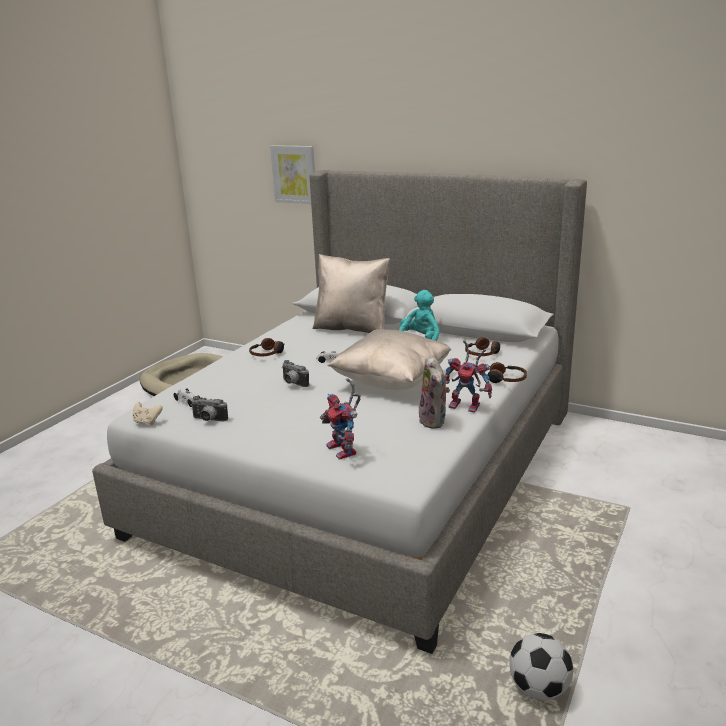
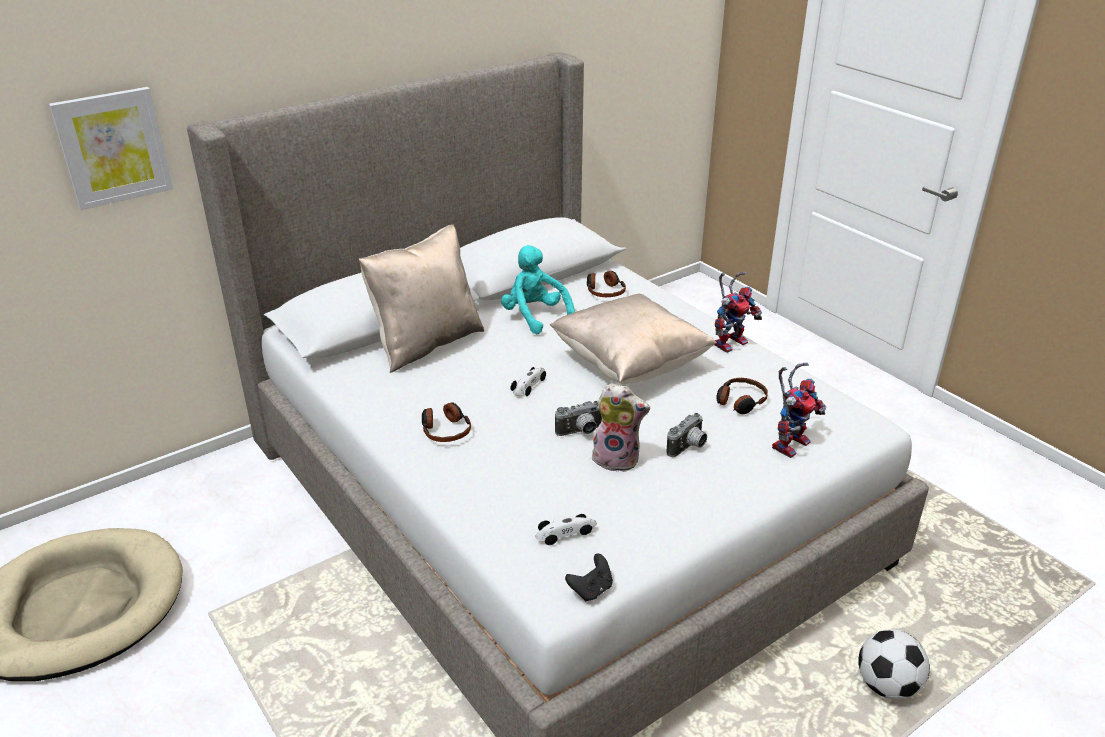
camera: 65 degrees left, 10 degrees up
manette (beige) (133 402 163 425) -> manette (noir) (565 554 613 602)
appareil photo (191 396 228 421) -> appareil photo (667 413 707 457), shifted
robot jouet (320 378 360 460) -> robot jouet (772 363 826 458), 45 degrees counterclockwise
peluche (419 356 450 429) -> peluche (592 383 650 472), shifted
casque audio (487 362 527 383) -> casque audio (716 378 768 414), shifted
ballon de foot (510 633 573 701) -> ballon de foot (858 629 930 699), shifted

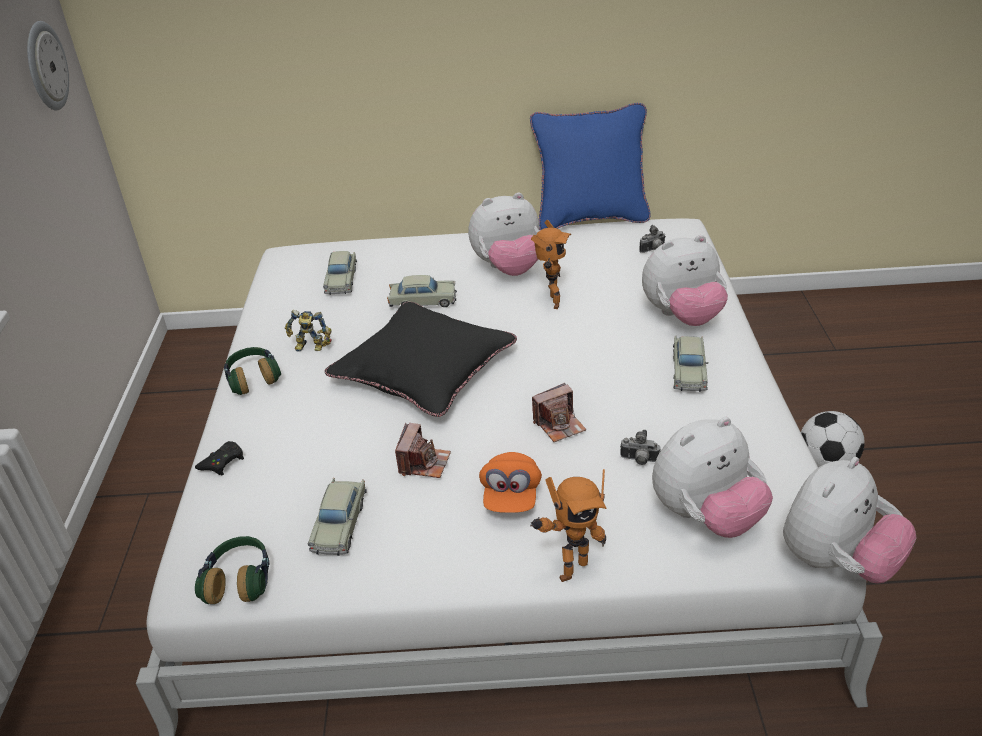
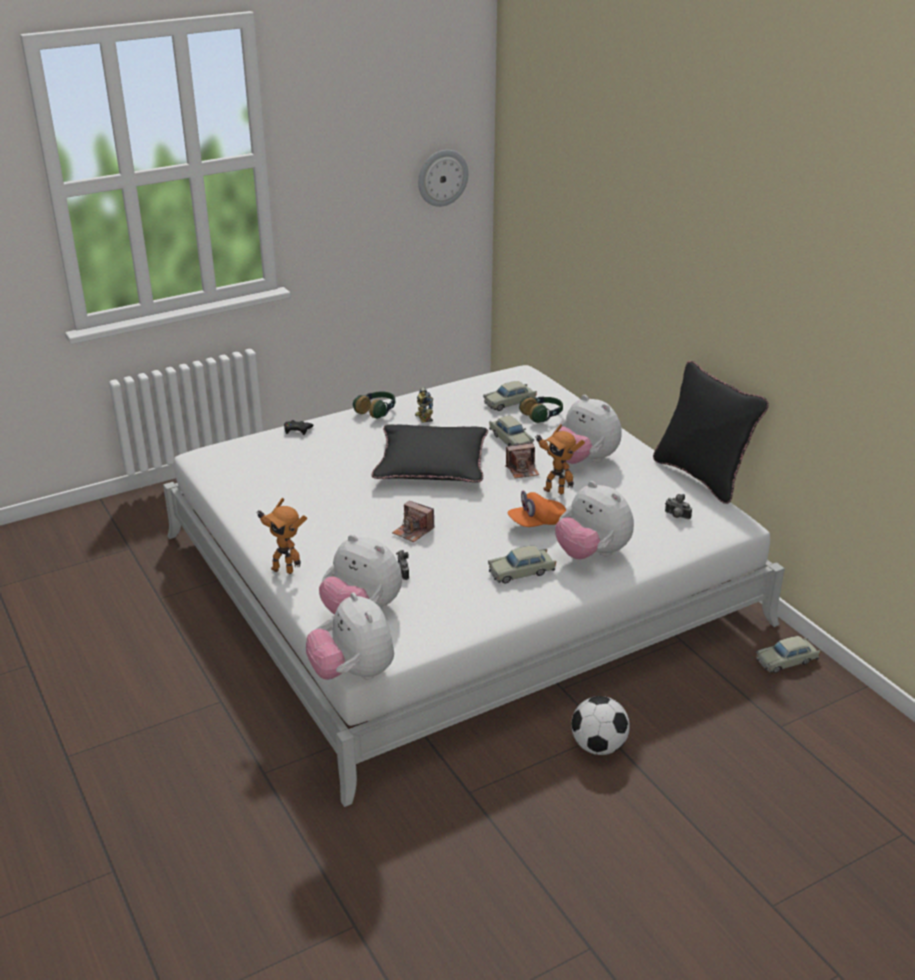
camera: 60 degrees right, 5 degrees down
casque audio (195 536 269 604) -> casque audio (519 396 563 423), shifted
petite voiture (beige) (308 478 367 556) -> petite voiture (beige) (756 636 821 673), shifted
appareil photo (395 423 451 478) -> appareil photo (506 442 539 478), shifted
casquette (orange) (479 452 542 513) -> casquette (orange) (507 491 566 527), shifted
coussin (bleu) (530 103 651 230) -> coussin (noir) (653 361 769 504)
robot jouet (531 220 572 309) -> robot jouet (535 424 585 495), 60 degrees clockwise
peluche (783 457 916 583) -> peluche (306 592 394 680), 45 degrees clockwise

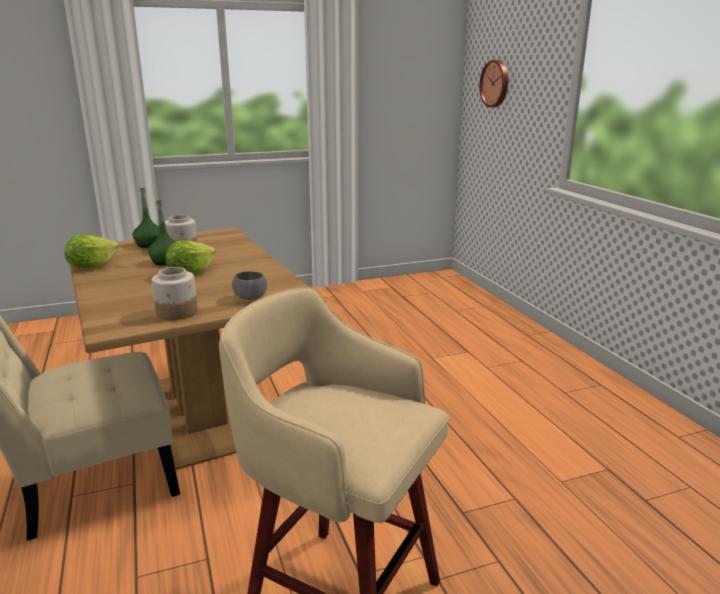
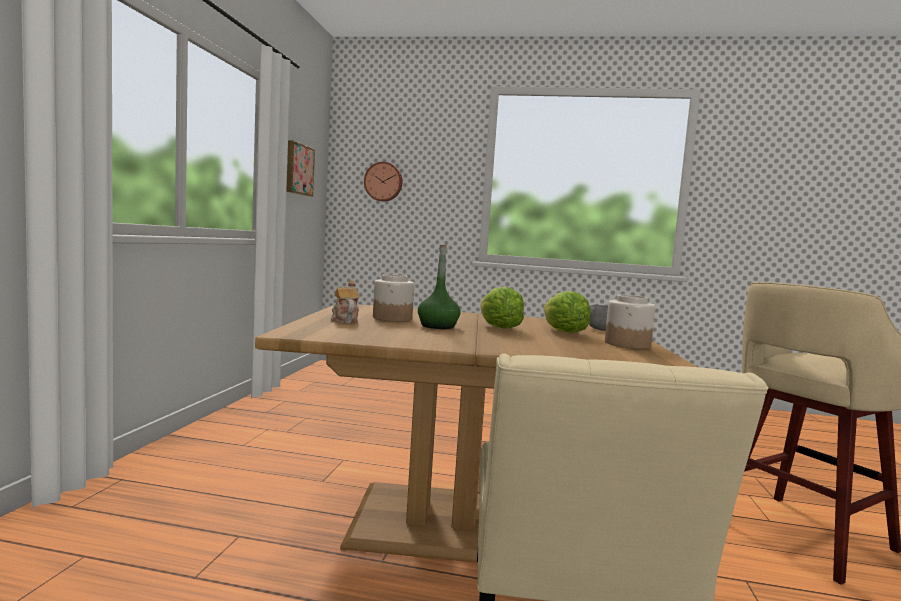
camera: 60 degrees left, 15 degrees down
laitue (64 235 119 269) -> laitue (543 291 590 333), shifted
bouteille (vert) (132 188 159 248) -> théière (331 280 359 323)
none -> tableau (286 140 315 197)

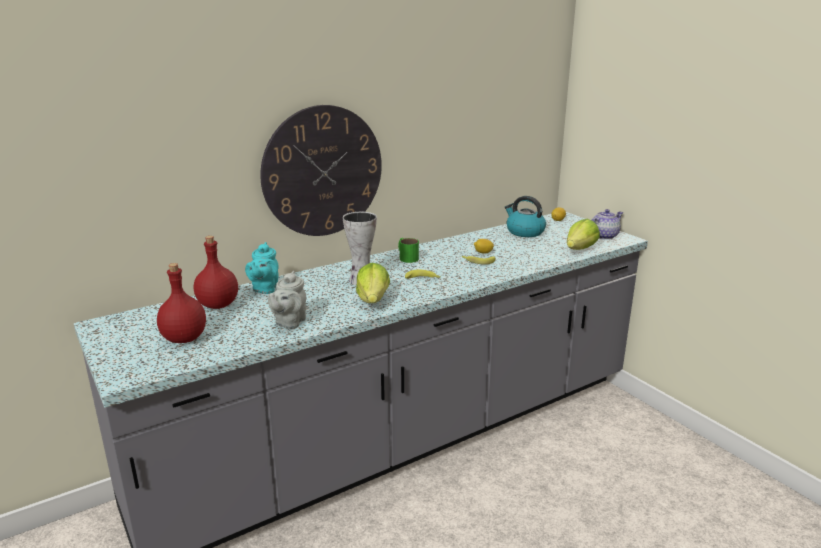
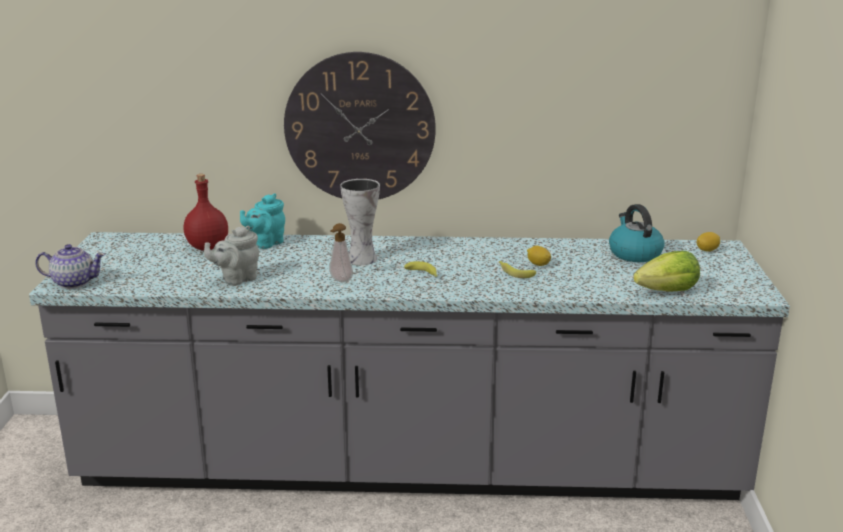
camera: 35 degrees right, 0 degrees up
bouteille (rouge) (157 263 206 343) -> none
laitue (356 263 390 303) -> distributeur de savon (329 223 353 283)
mug (vert) (398 238 419 263) -> none
théière (592 209 623 240) -> théière (35 244 105 289), shifted

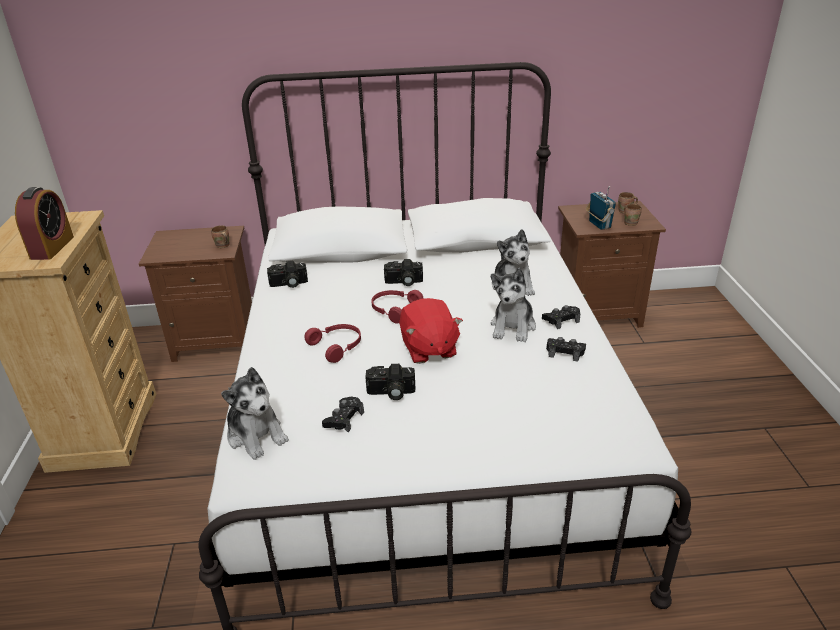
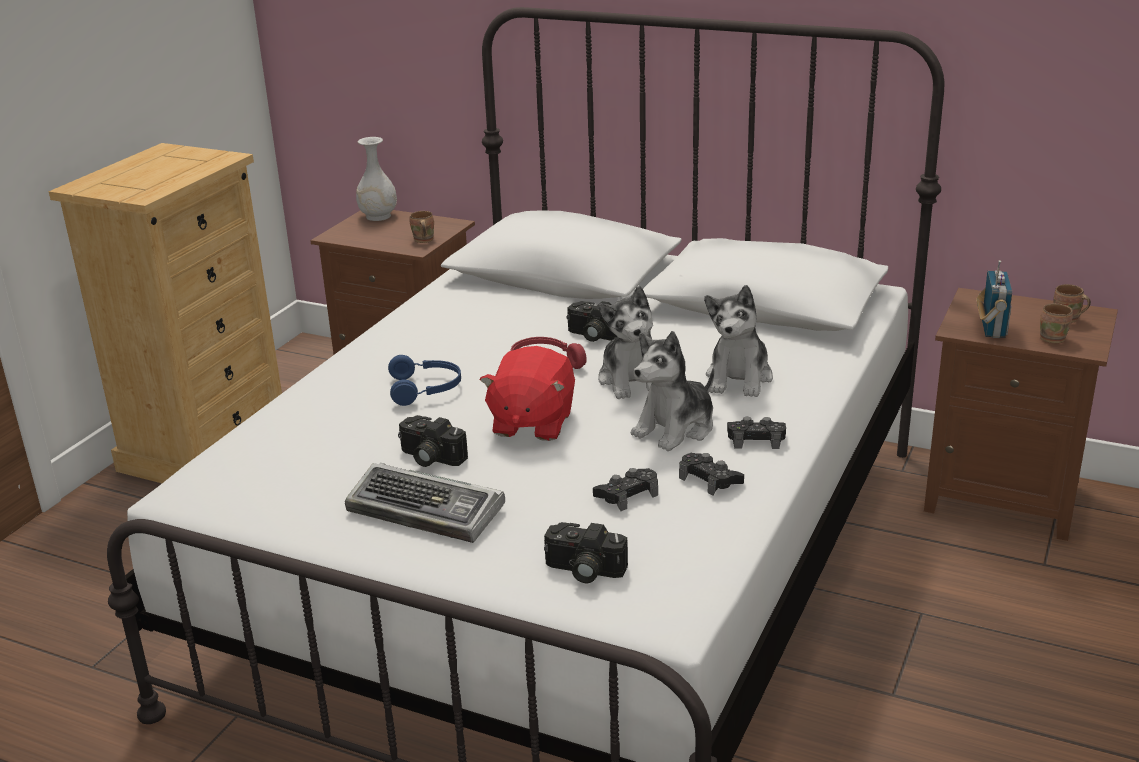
camera: 30 degrees right, 5 degrees down
réveil (15 187 74 260) -> none
peluche (221 367 289 460) -> peluche (598 286 653 399), shifted
appareil photo (267 261 308 288) -> appareil photo (544 522 628 583), shifted
casque audio (rouge) (304 324 361 363) -> casque audio (bleu) (388 355 461 406)
manette (noir) (322 396 364 432) -> manette (noir) (593 468 658 511), shifted
none -> clavier (345 463 505 543)
none -> vase (blanc) (356 137 397 221)

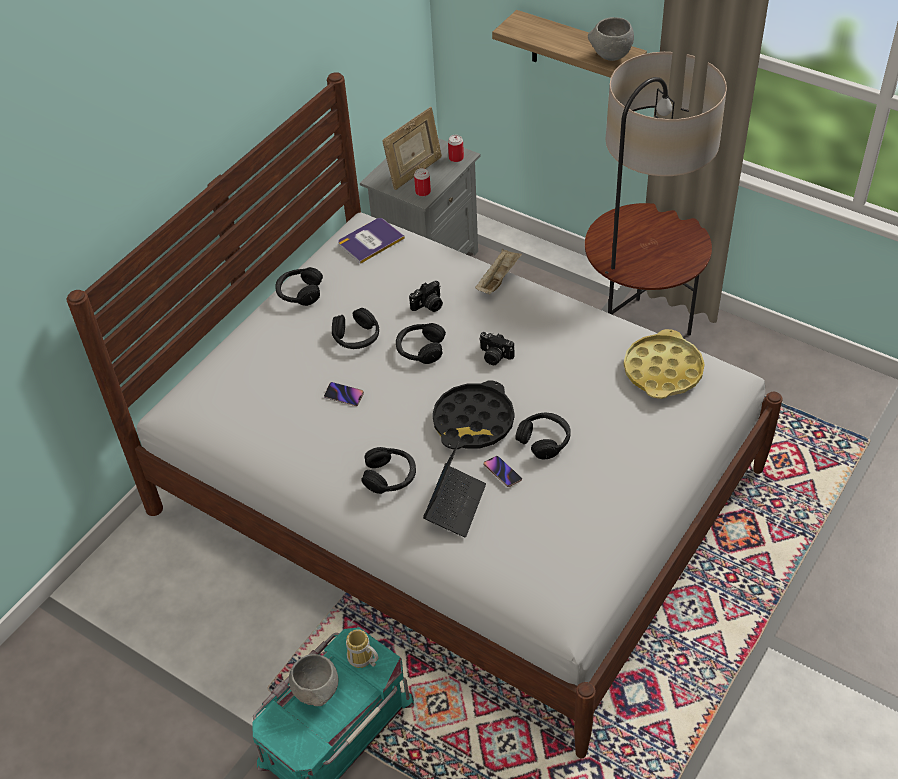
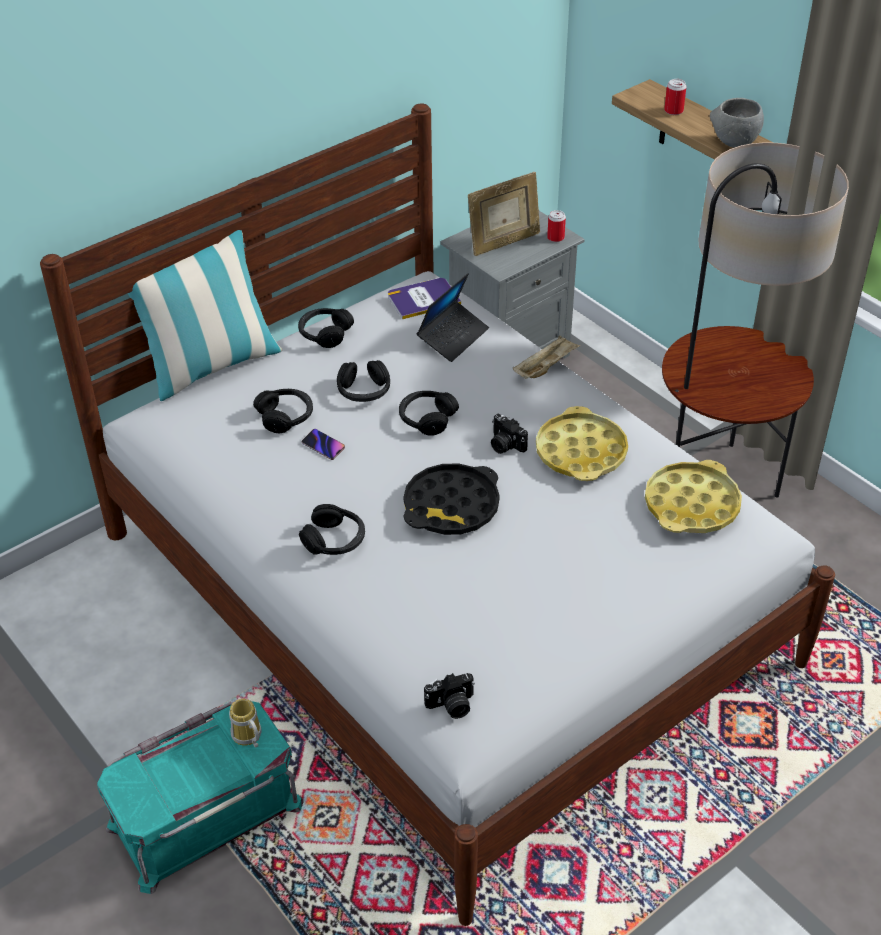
camera: 15 degrees right, 5 degrees down
bol (gris) (289 654 339 706) -> none
appareil photo (409 281 443 312) -> appareil photo (424 673 475 719), shifted
boîte métallique (414 168 431 197) -> boîte métallique (664 79 687 115), shifted
ordinateur portable (423 442 486 537) -> ordinateur portable (416 273 489 362), shifted
téléphone (484 456 522 487) -> none
casque audio (noir) (515 413 571 459) -> casque audio (noir) (253 389 313 433), shifted
none -> coussin (127 230 283 401)
none -> plateau (jaune) (536 406 628 481)

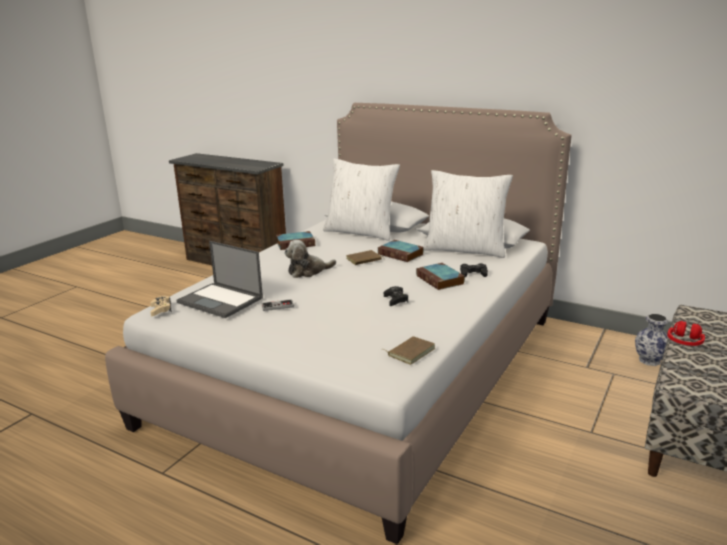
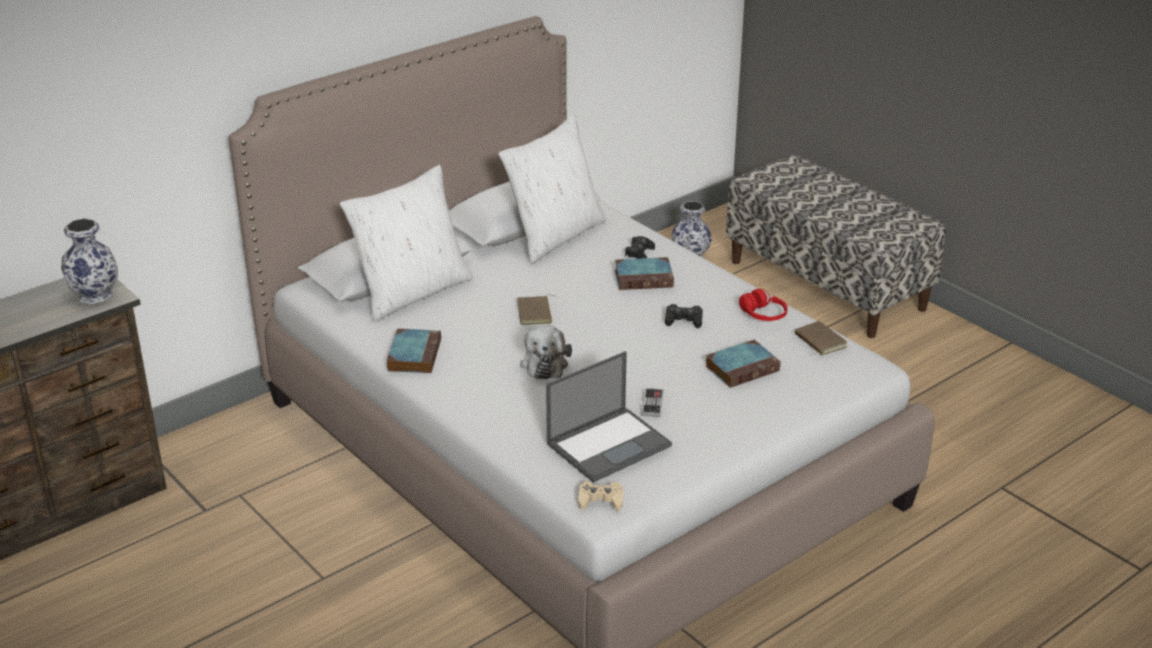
camera: 70 degrees left, 10 degrees up
livre (378 240 424 262) -> livre (705 340 781 388), shifted
casque audio (rouge) (667 321 705 346) -> casque audio (rouge) (739 289 788 321), shifted
none -> vase (61 218 118 304)

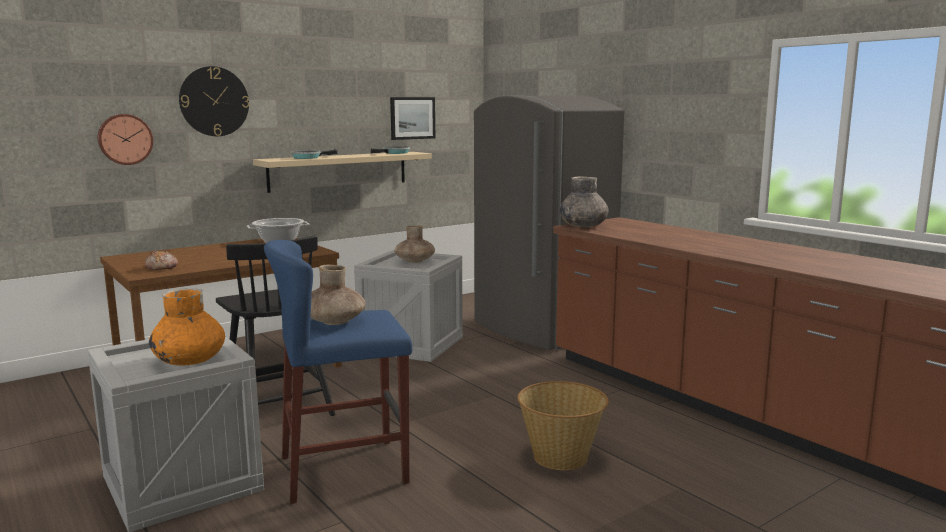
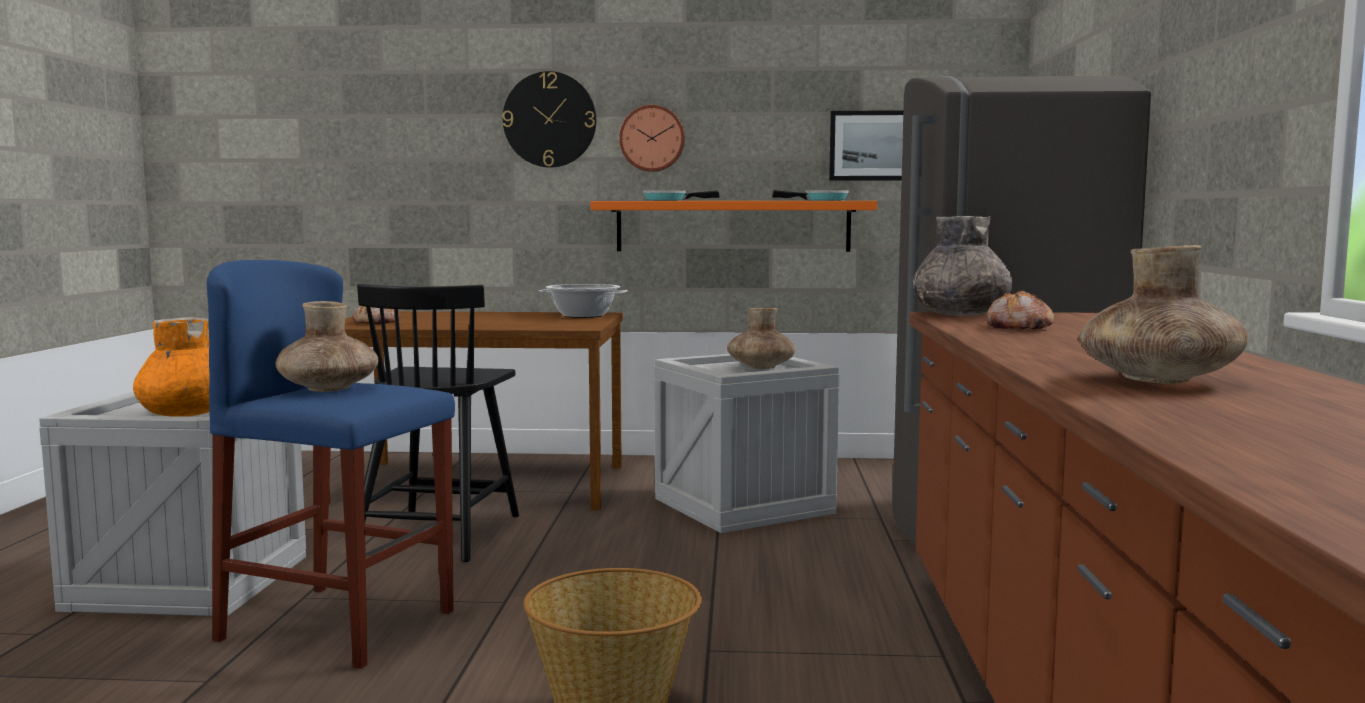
camera: 40 degrees right, 5 degrees down
horloge murale (98 114 153 165) -> horloge murale (619 105 685 172), shifted
étagère (beige) (253 152 432 193) -> étagère (orange) (590 201 877 252)
none -> pain (987 290 1055 329)
none -> vase (marron) (1079 245 1248 384)

